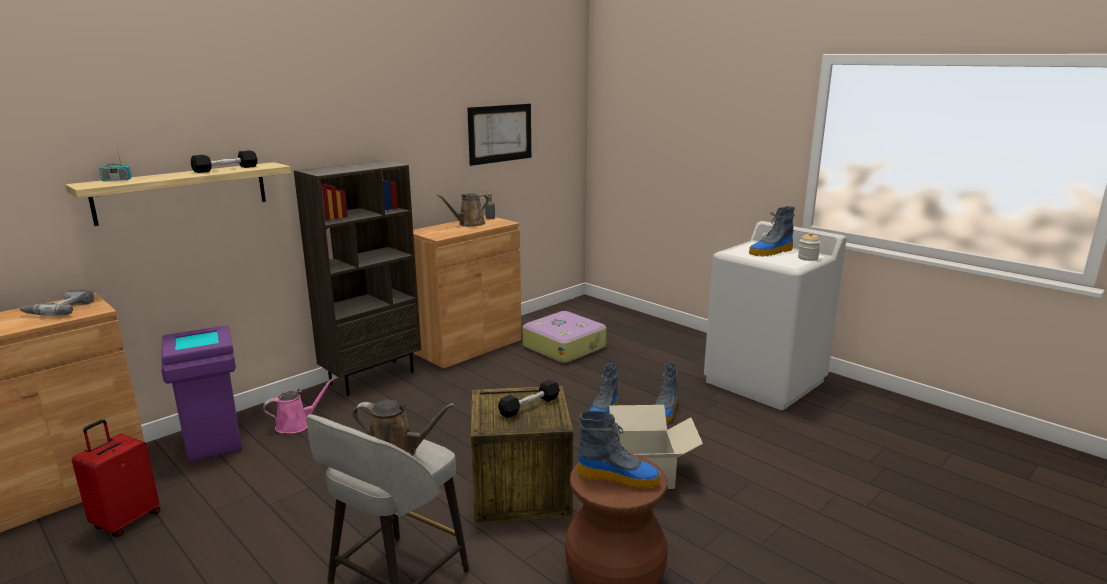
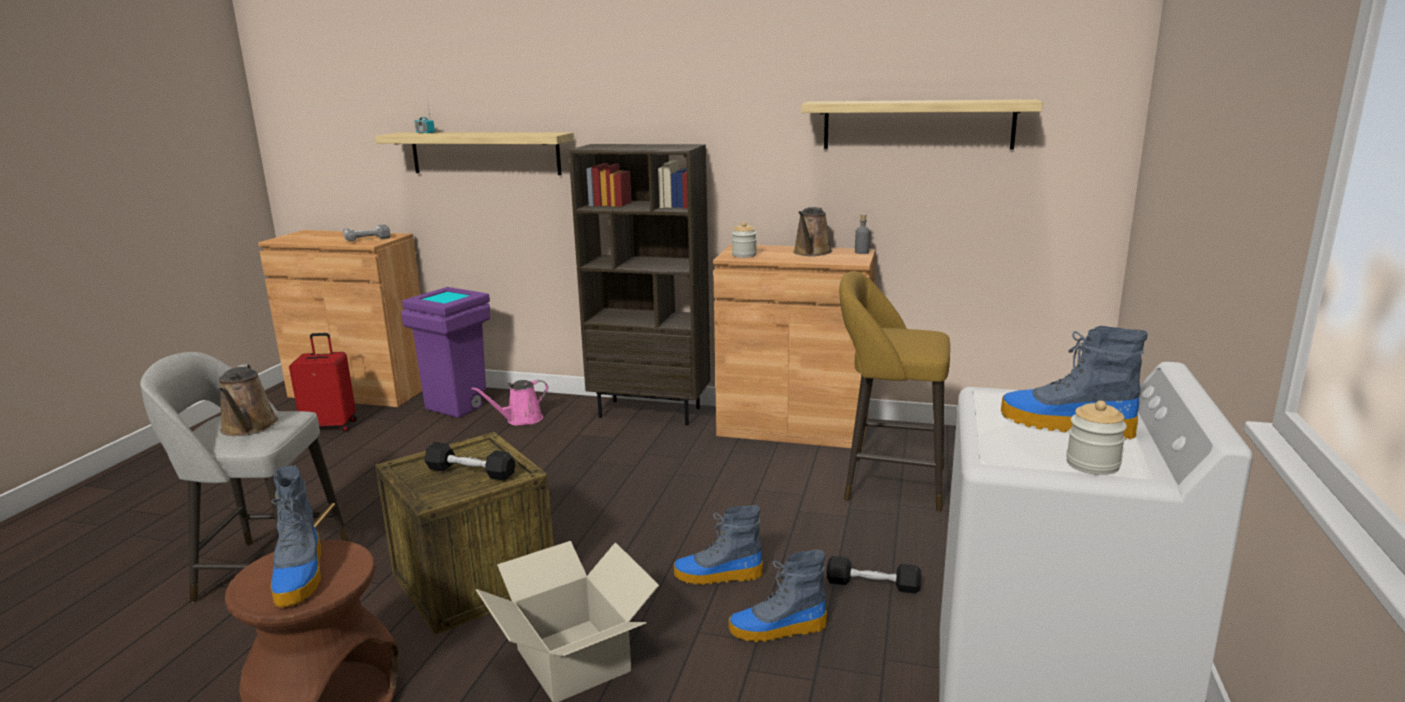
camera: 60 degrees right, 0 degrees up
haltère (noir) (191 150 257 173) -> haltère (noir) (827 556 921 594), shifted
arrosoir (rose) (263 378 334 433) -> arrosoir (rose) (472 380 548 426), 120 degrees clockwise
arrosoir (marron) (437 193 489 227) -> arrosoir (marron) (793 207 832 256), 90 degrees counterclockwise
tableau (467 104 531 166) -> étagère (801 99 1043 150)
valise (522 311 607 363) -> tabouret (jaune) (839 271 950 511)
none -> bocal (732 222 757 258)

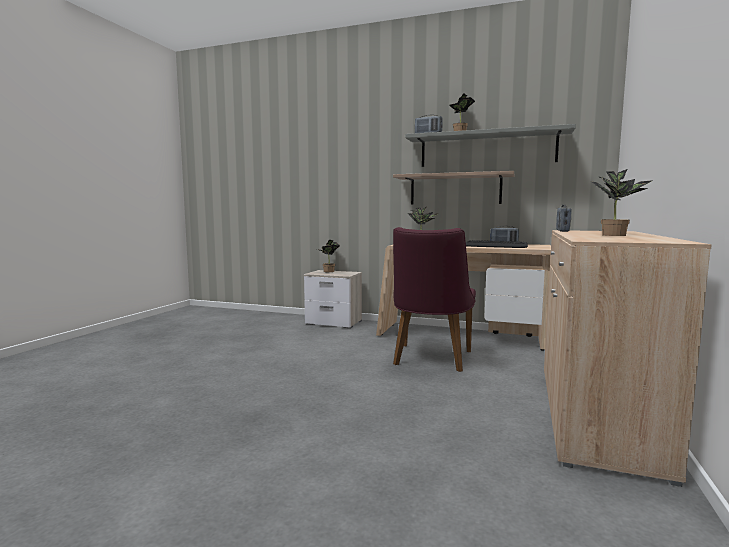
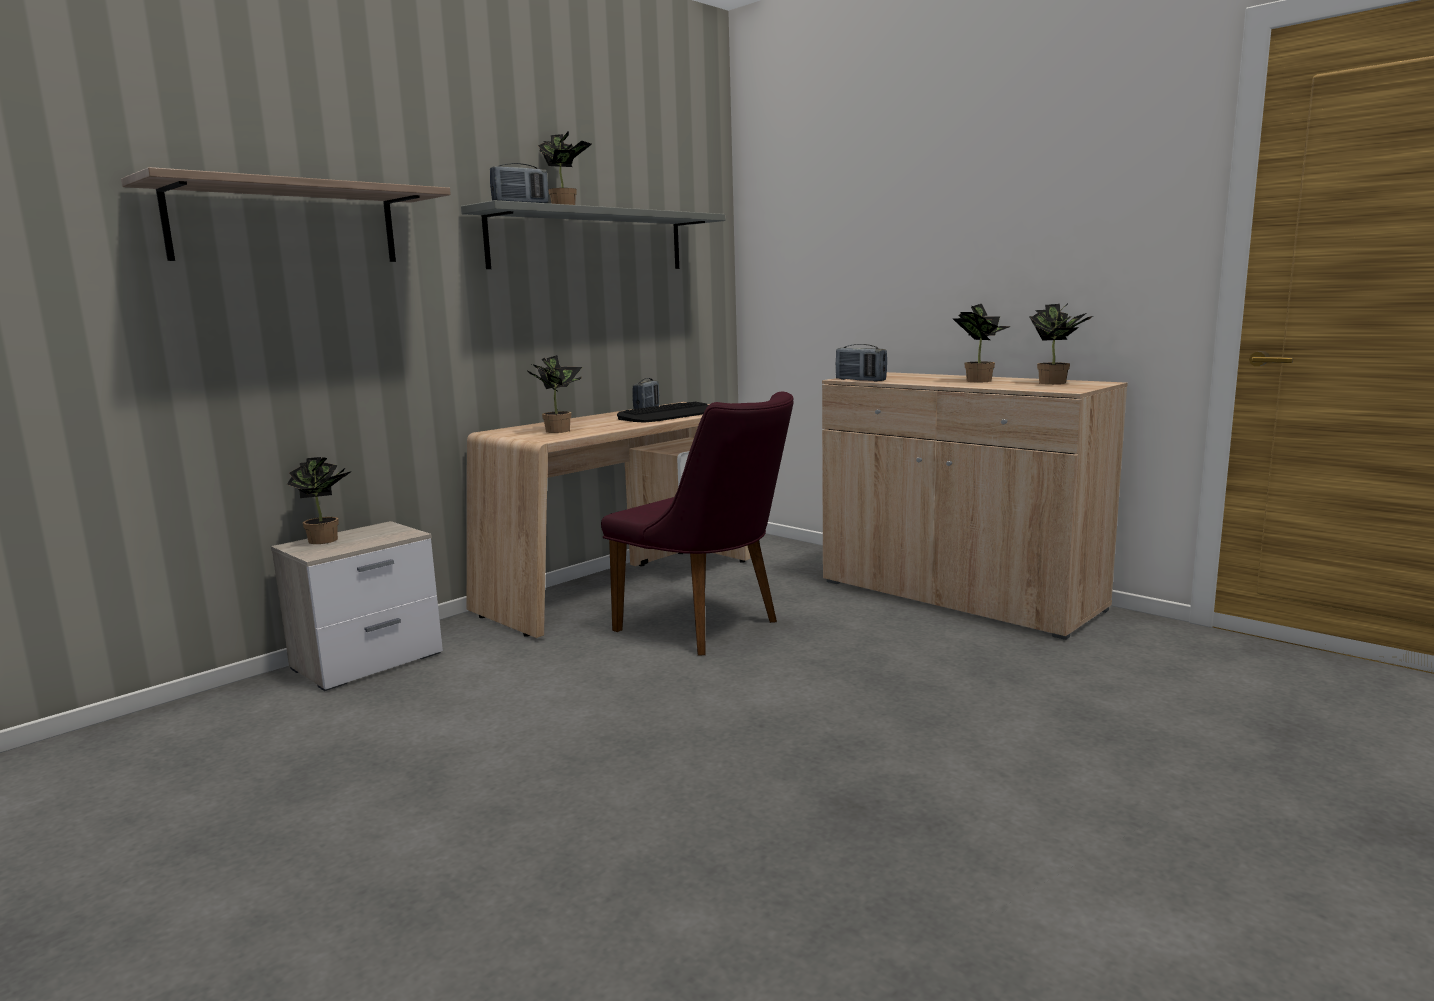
camera: 65 degrees left, 5 degrees up
étagère (393 171 514 204) -> étagère (121 167 451 262), shifted
none -> plante en pot (1029 303 1093 384)

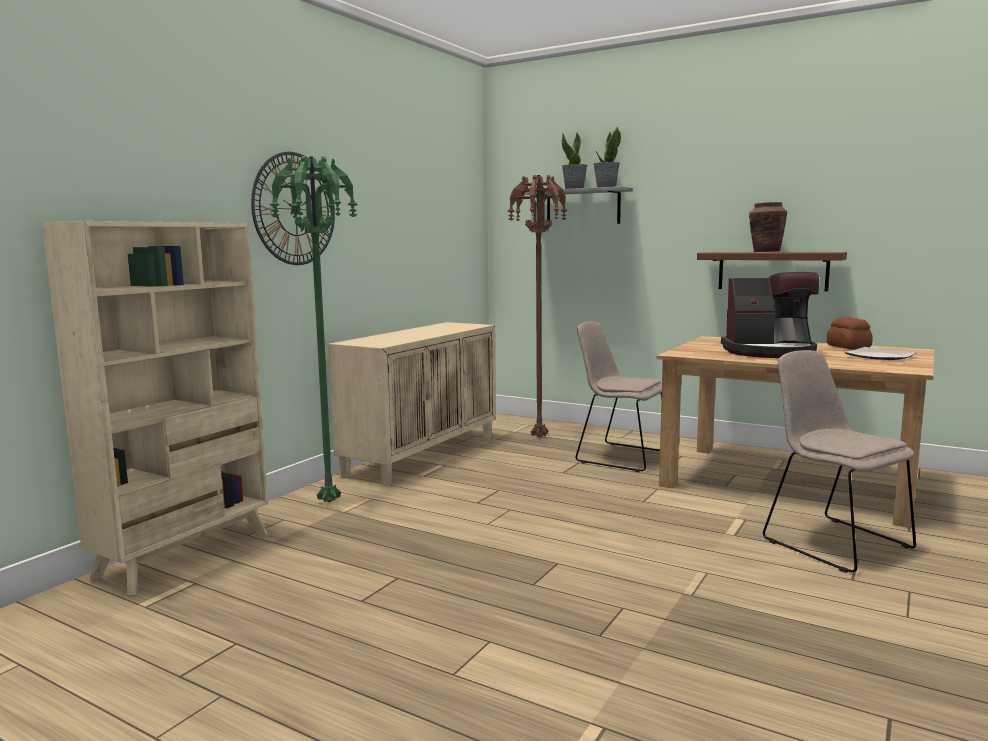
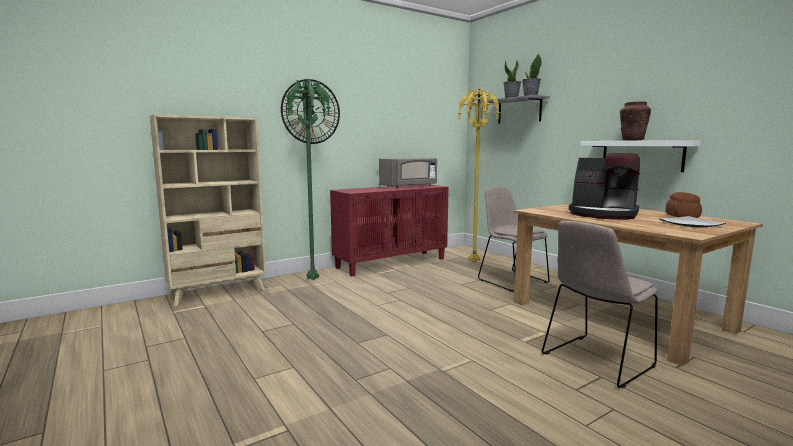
camera: 25 degrees right, 0 degrees up
meuble de rangement (beige) (328 322 496 486) -> meuble de rangement (rouge) (330 184 449 276)
lampadaire (marron) (508 175 568 438) -> lampadaire (jaune) (457 89 500 262)
étagère (marron) (697 252 847 292) -> étagère (blanc) (580 140 701 172)
chaise (beige) (763 350 916 573) -> chaise (beige) (542 221 658 388), 120 degrees counterclockwise
none -> micro-ondes (gris) (379 158 437 188)

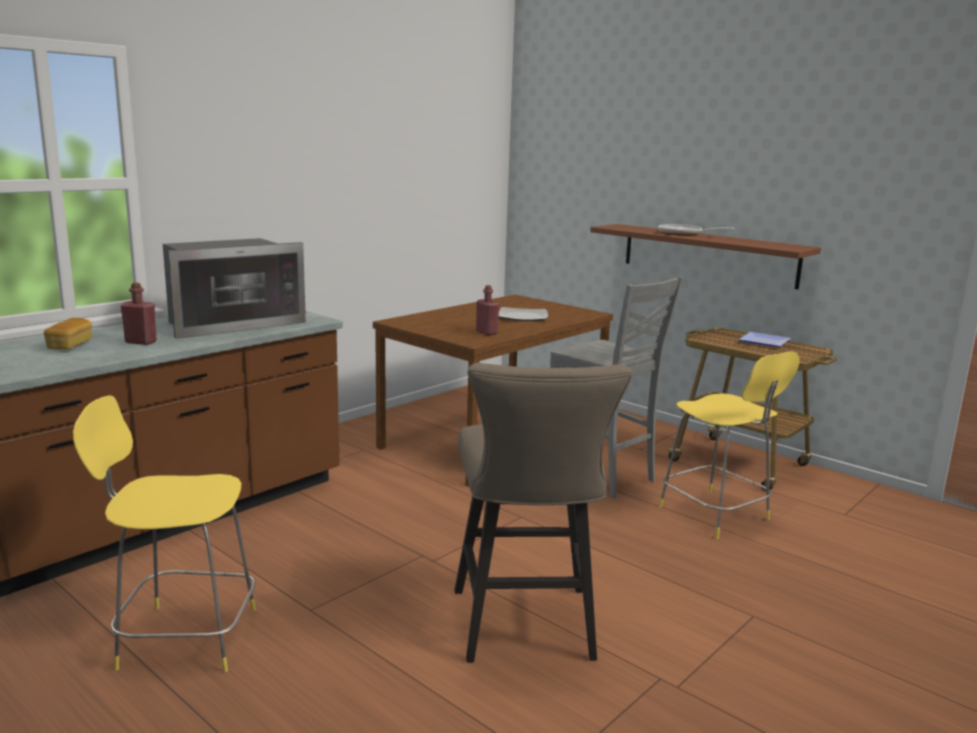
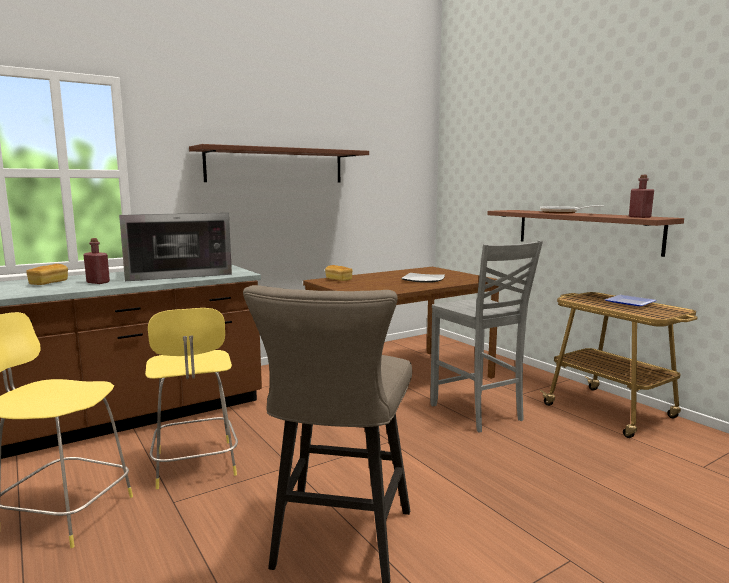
camera: 15 degrees right, 5 degrees down
bouteille (rouge) (476 285 499 335) -> bouteille (rouge) (629 175 654 218), shifted
tabouret (jaune) (659 351 800 539) -> tabouret (jaune) (145 308 238 489), shifted
none -> étagère (marron) (189 144 369 183)
none -> pain (325 265 352 281)

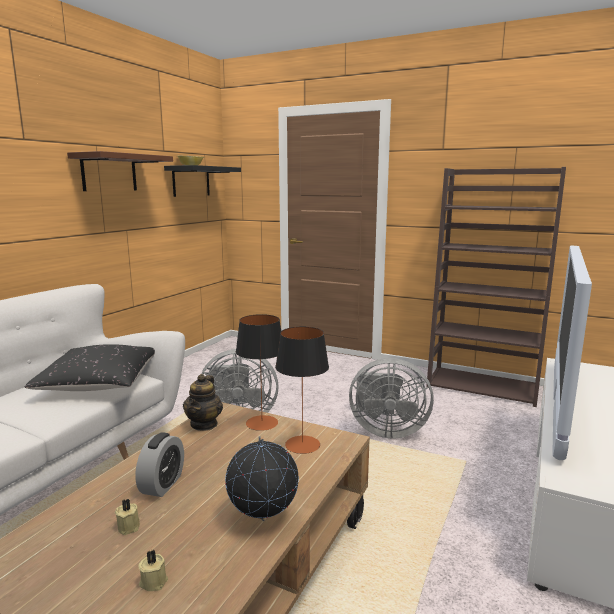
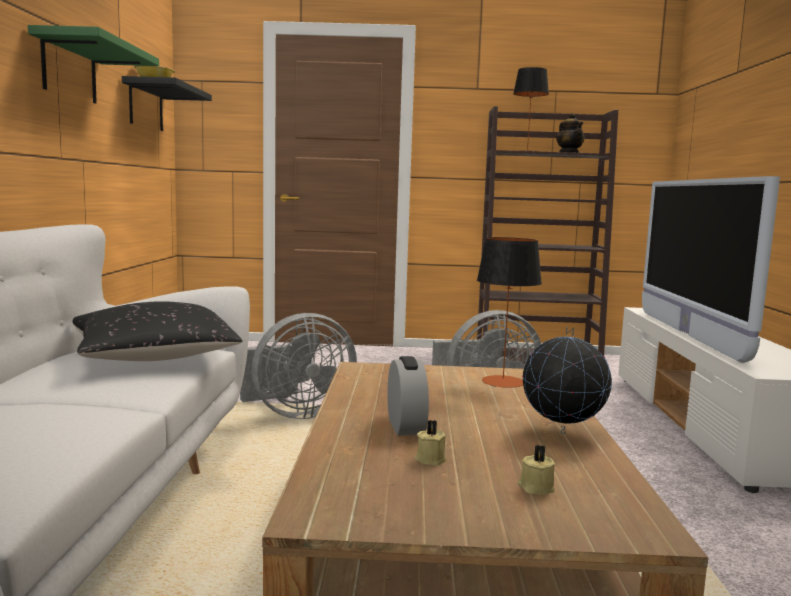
camera: 25 degrees left, 5 degrees down
étagère (marron) (67 151 173 191) -> étagère (vert) (28 25 159 104)
théière (183 374 223 431) -> théière (556 113 585 153), shifted
lampe de table (236 314 281 431) -> lampe de table (513 67 549 150), shifted

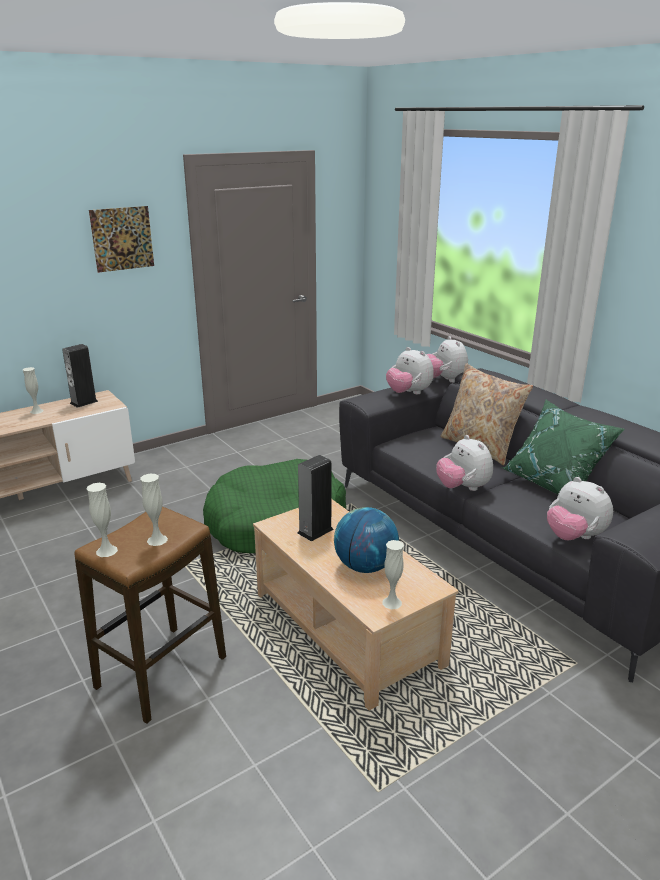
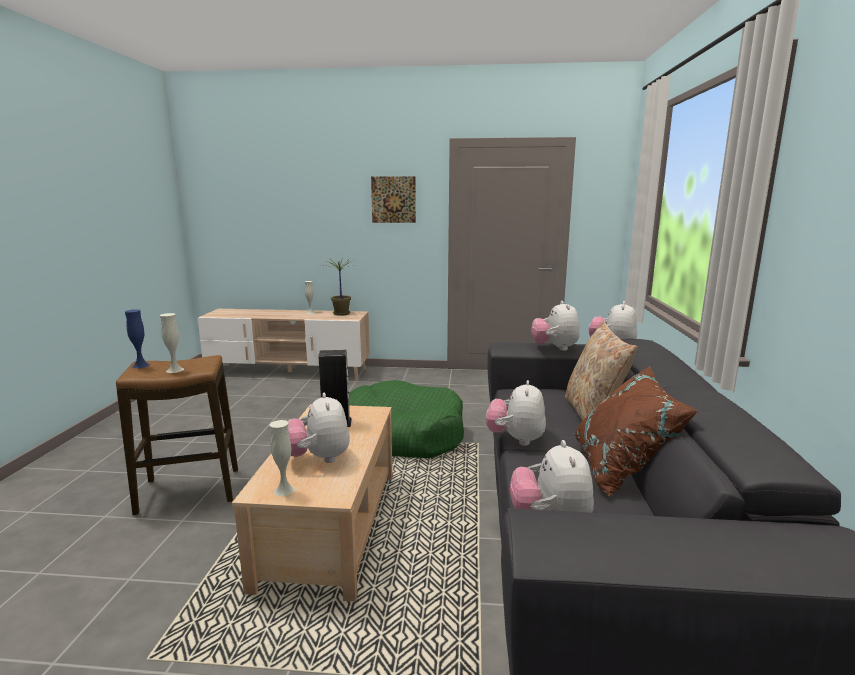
camera: 40 degrees right, 10 degrees down
enceinte (62 344 98 408) -> plante en pot (325 257 355 316)
vase (blanc) (86 483 118 557) -> vase (bleu) (125 309 150 368)
globe (334 507 399 573) -> peluche (288 392 350 463)
coussin (vert) (502 400 625 494) -> coussin (marron) (574 367 698 496)

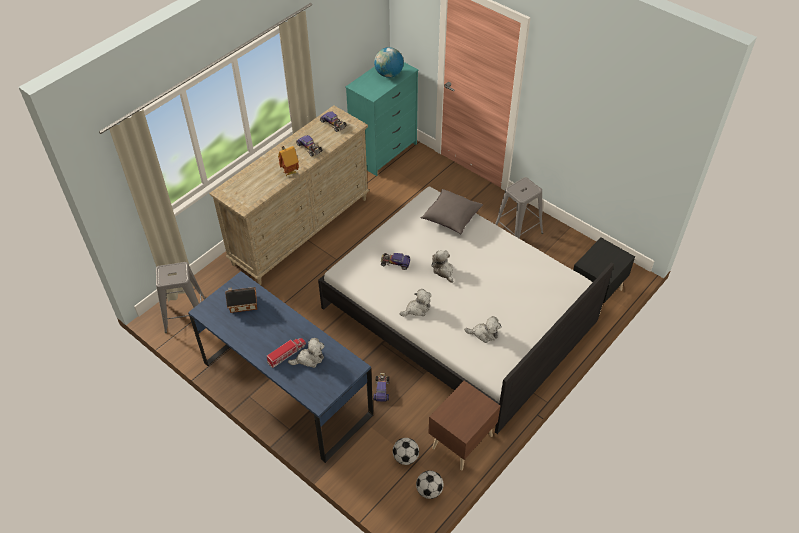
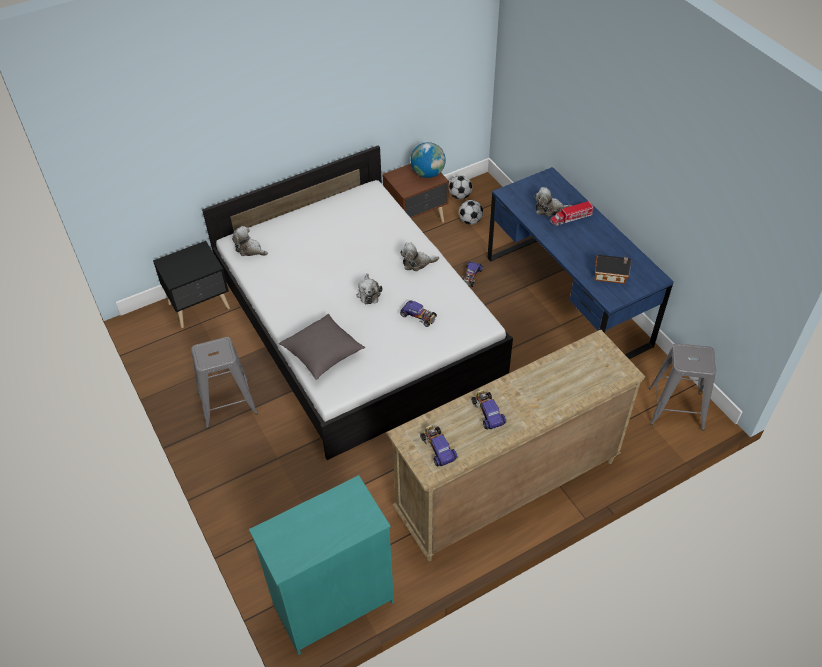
camera: 160 degrees left, 0 degrees up
maison miniature (278 146 299 176) -> none
globe (374 47 404 78) -> globe (411 142 446 178), shifted
peluche (464 316 501 343) -> peluche (232 226 268 256), shifted

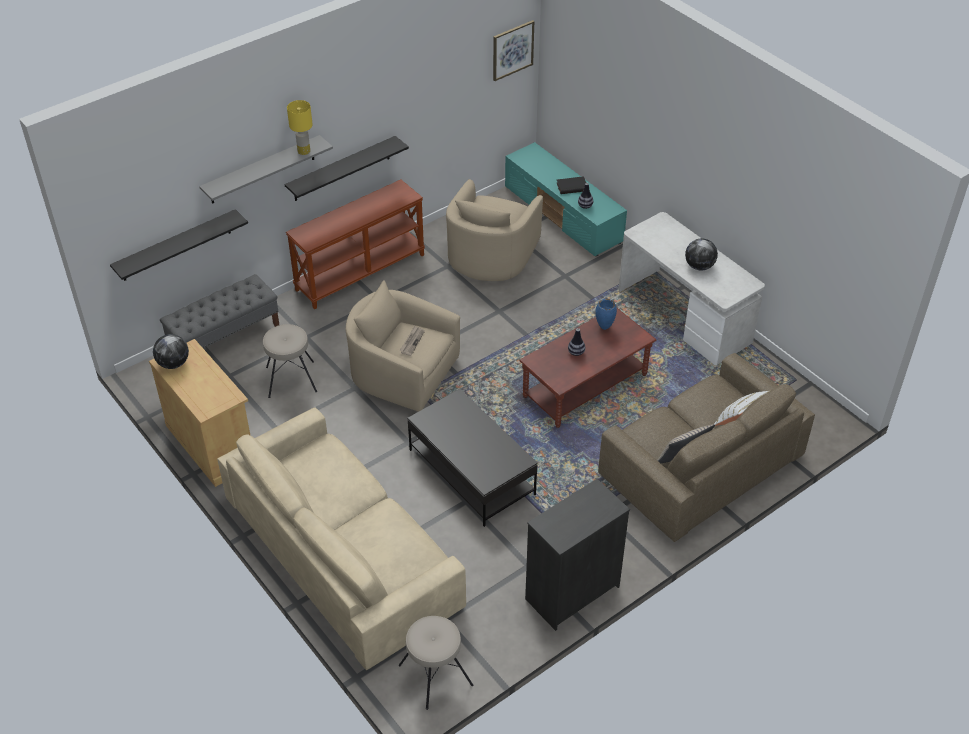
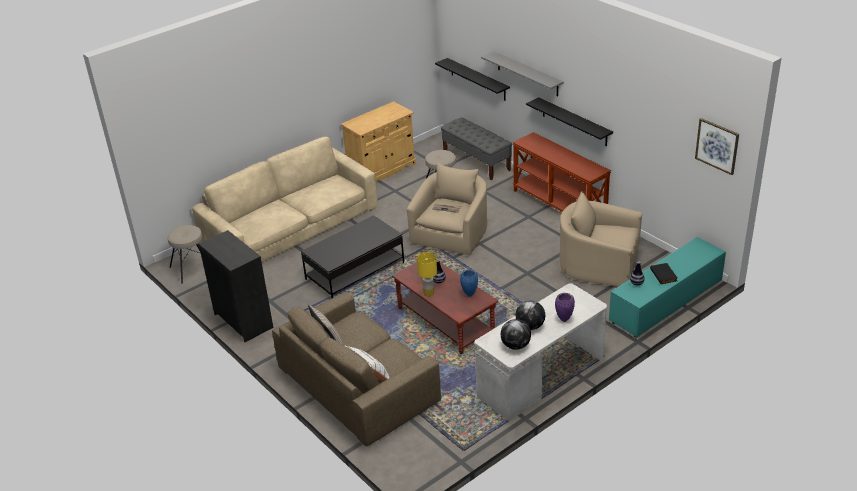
camera: 90 degrees right, 10 degrees down
globe (153 334 189 369) -> globe (501 319 531 350), shifted
lampe de table (jaune) (287 100 313 155) -> lampe de table (jaune) (417 252 437 297), shifted
none -> vase (violet) (555 293 575 322)

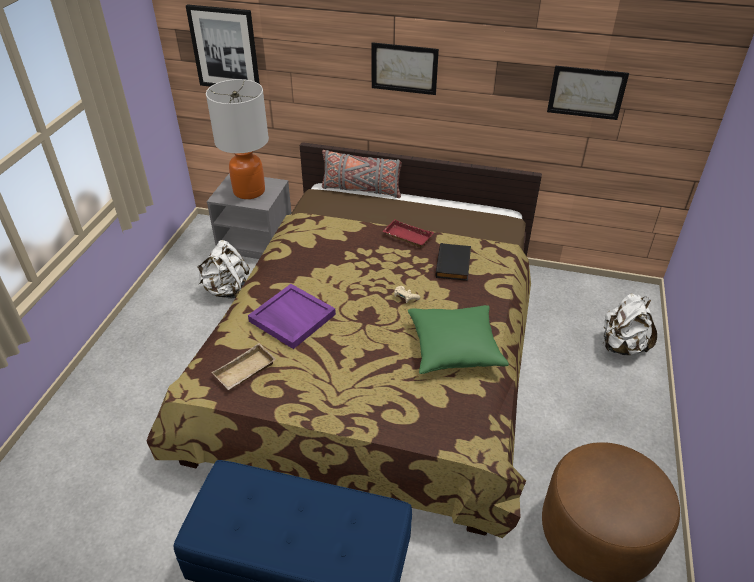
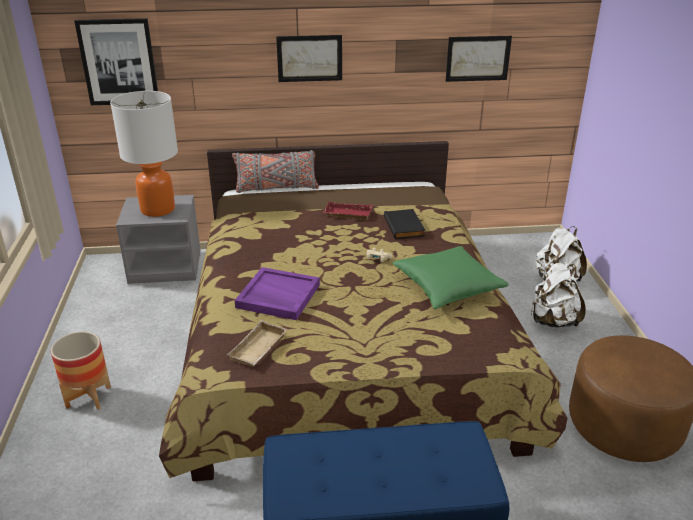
camera: 20 degrees left, 10 degrees down
sac à dos (blanc) (197 240 250 299) -> sac à dos (blanc) (530 263 586 327), shifted
none -> cache-pot (51 332 111 410)

